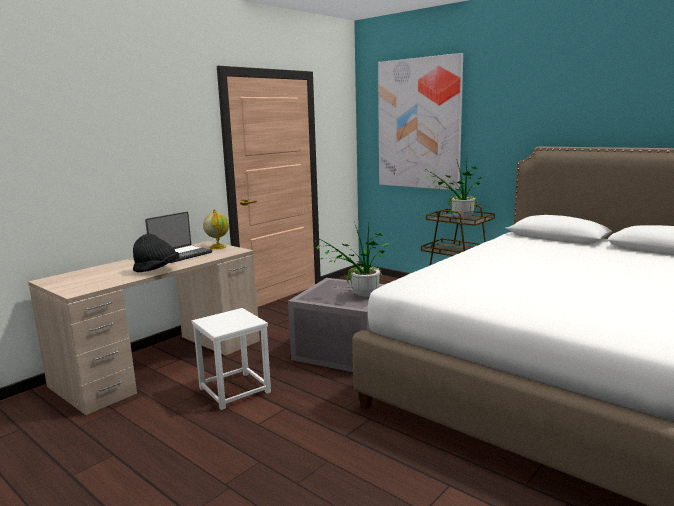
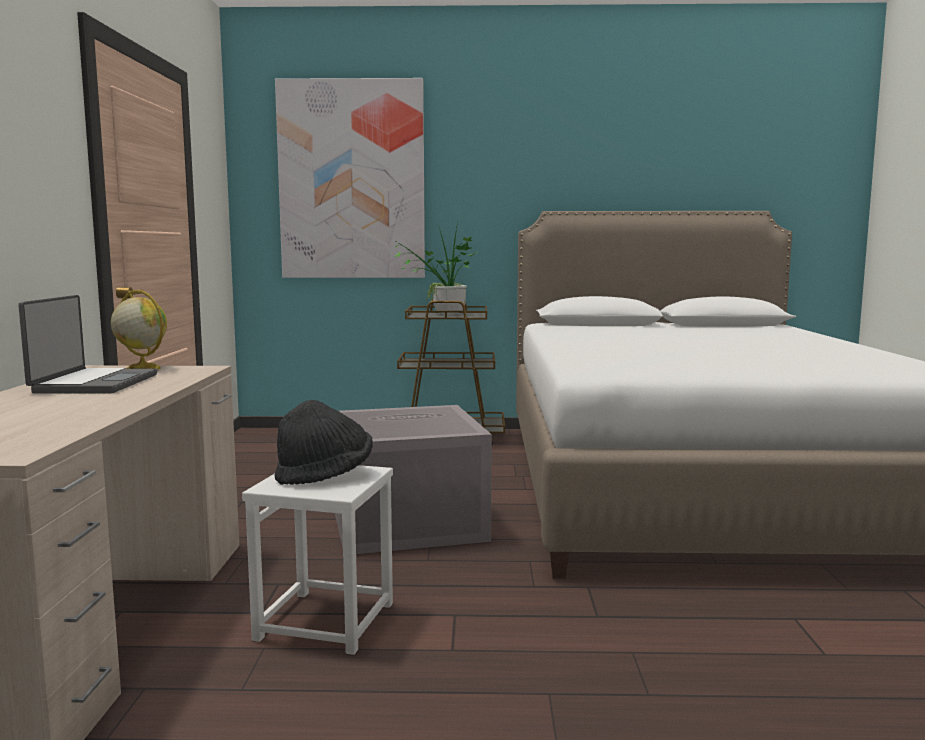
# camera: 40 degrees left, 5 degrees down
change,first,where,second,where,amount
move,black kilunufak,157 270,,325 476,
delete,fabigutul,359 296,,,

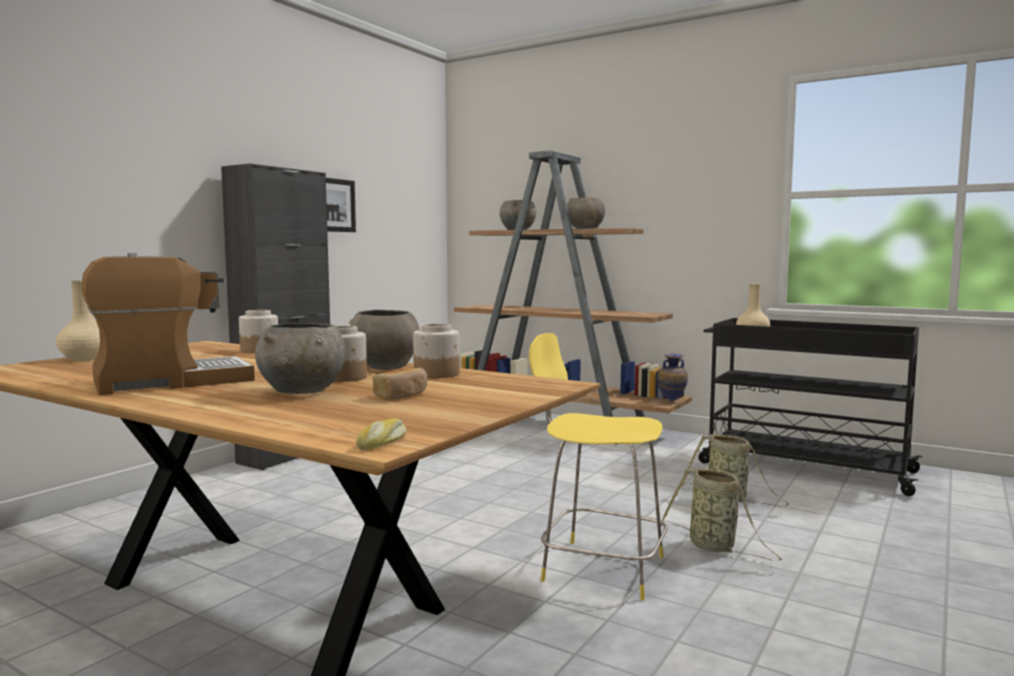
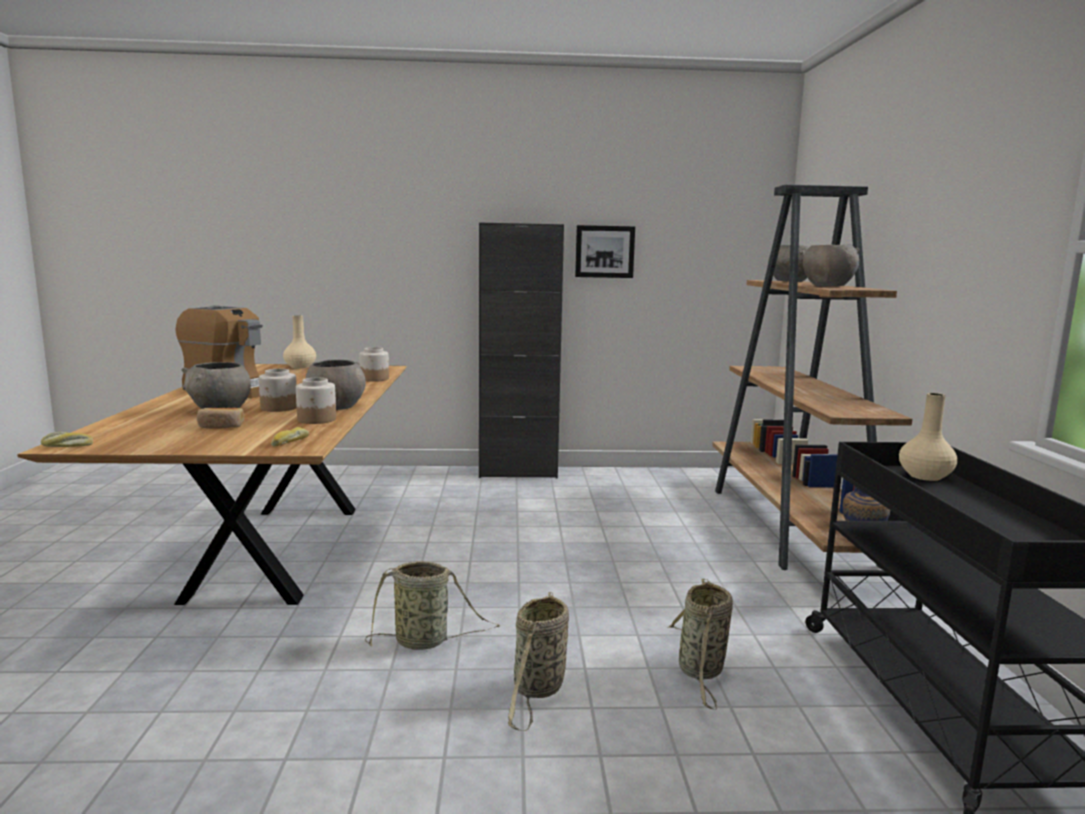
# camera: 55 degrees right, 5 degrees up
change,first,where,second,where,amount
insert,,,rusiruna,289 442,
replace,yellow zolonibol,598 567,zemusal,425 641,

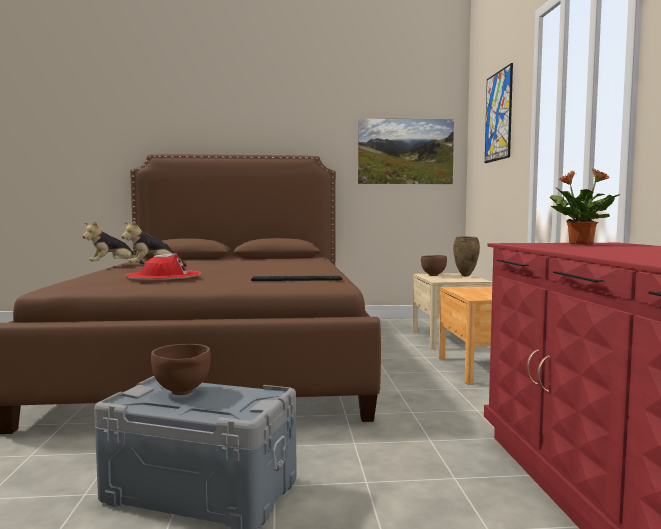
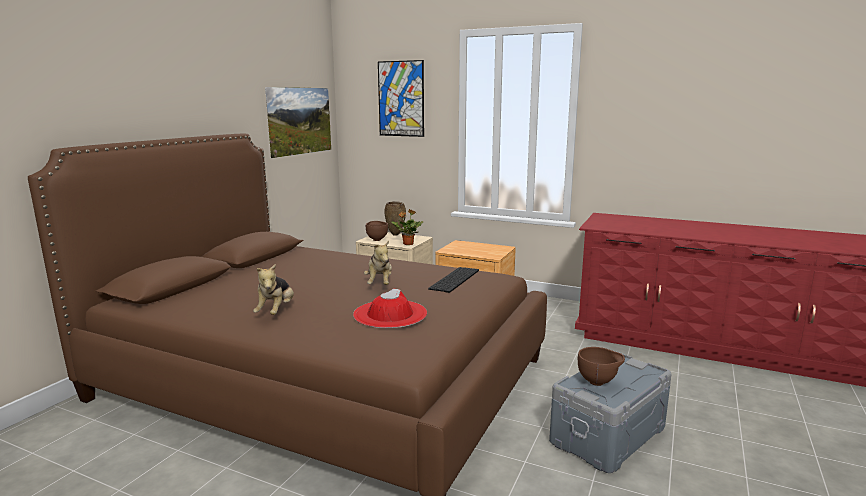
# camera: 60 degrees left, 10 degrees up
change,first,where,second,where,amount
move,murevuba,112 266,,380 284,
move,fabigutul,579 244,,407 244,

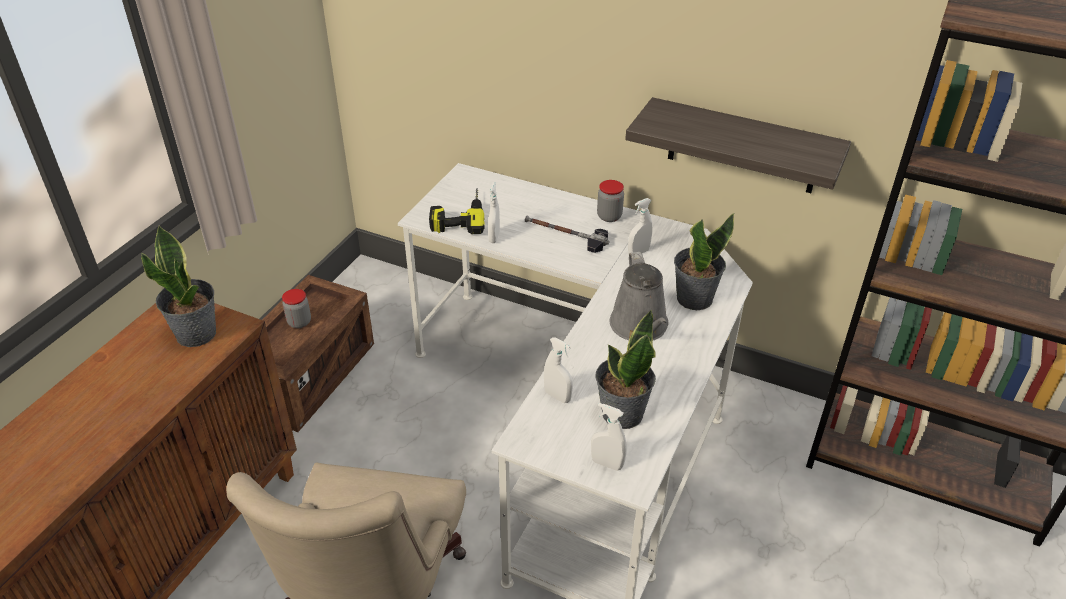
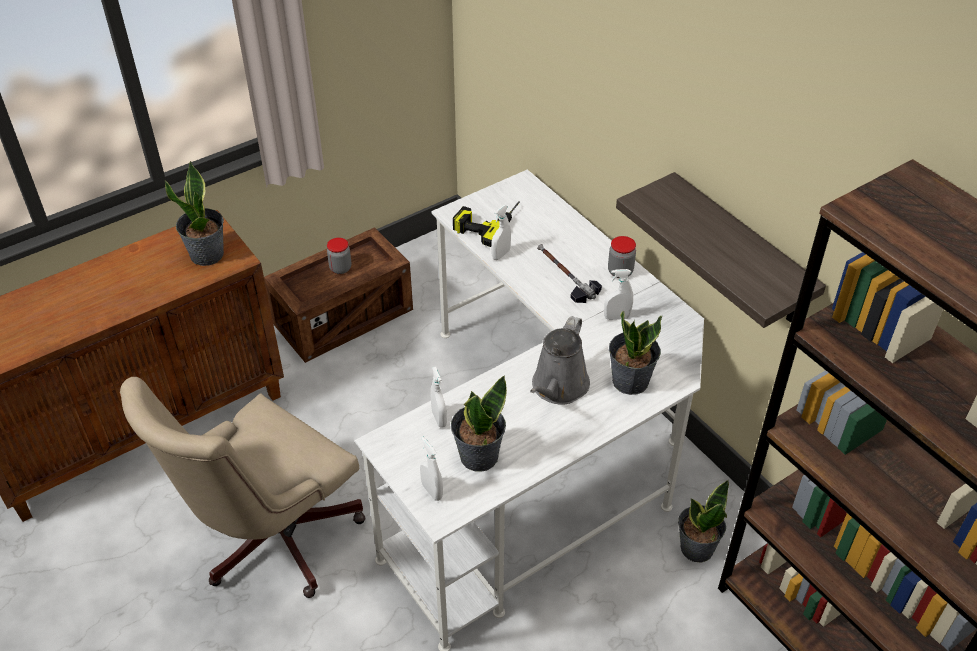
# camera: 30 degrees right, 5 degrees up
change,first,where,second,where,amount
insert,,,fabigutul,696 548,

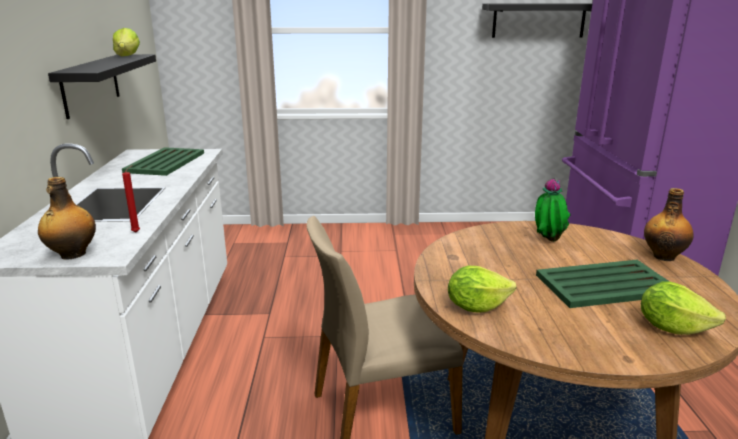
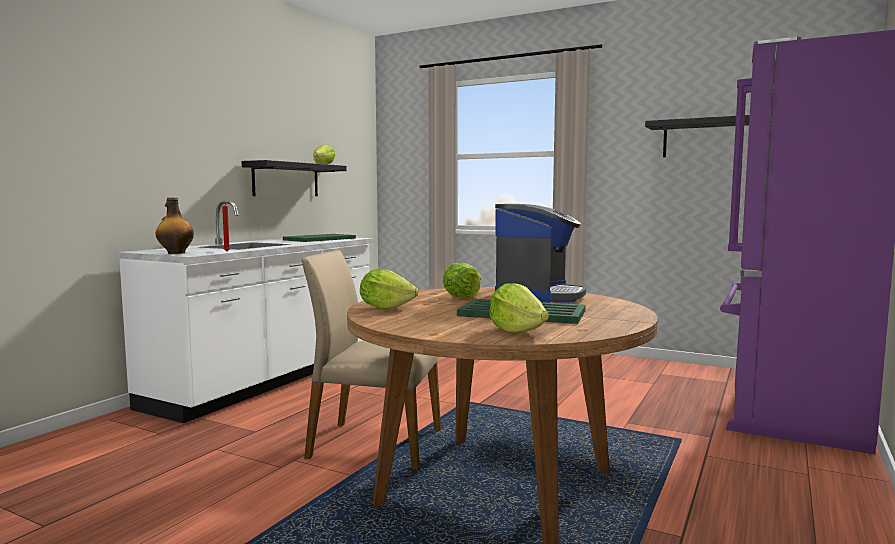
# camera: 30 degrees right, 15 degrees down
change,first,where,second,where,amount
insert,,,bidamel,462 297,
replace,fabigutul,547 240,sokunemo,538 296,
delete,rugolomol,663 256,,,

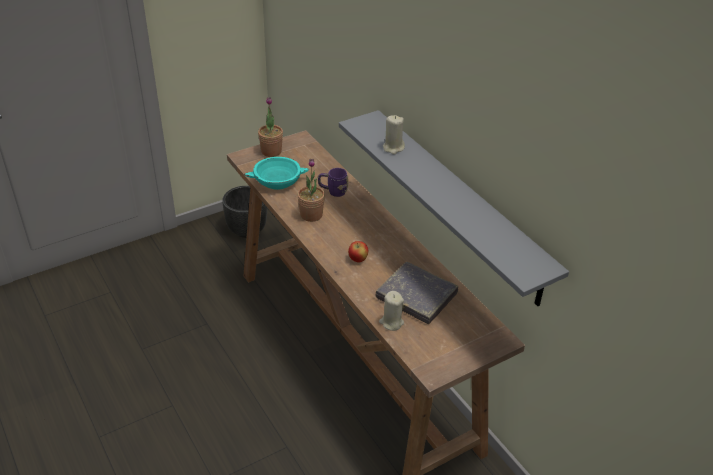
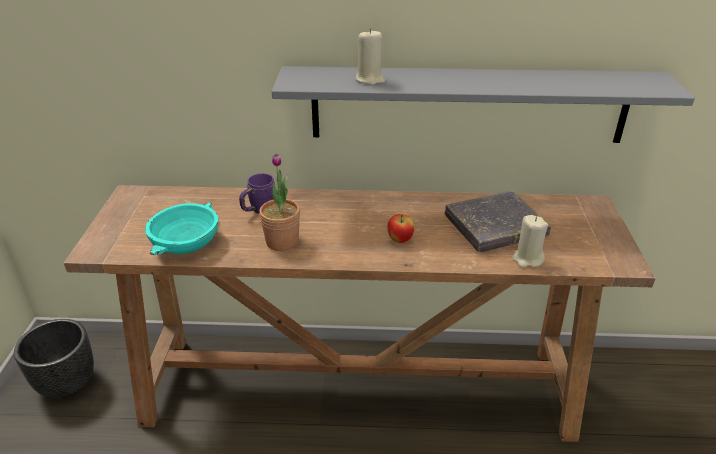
# camera: 55 degrees left, 5 degrees down
change,first,where,second,where,amount
delete,fabigutul,271 151,,,

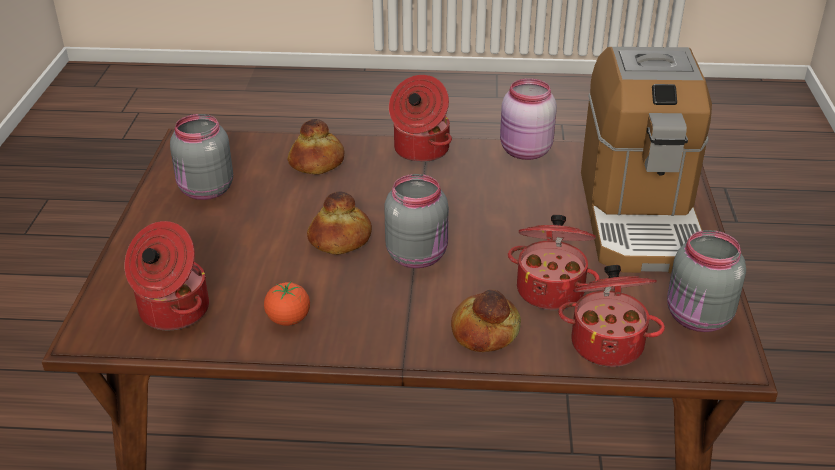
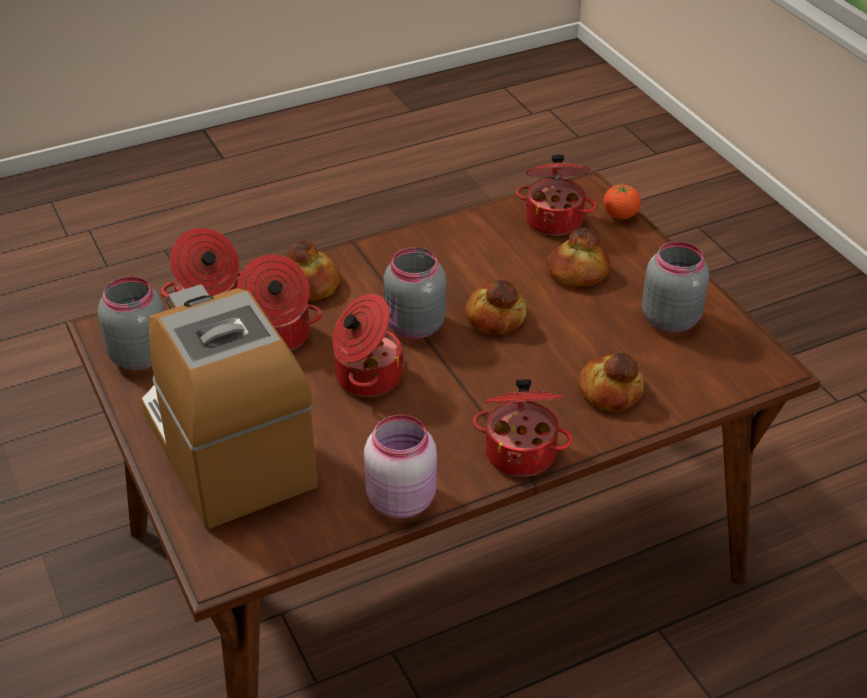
# camera: 150 degrees right, 5 degrees up
change,first,where,second,where,amount
insert,,,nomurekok,366 376,
insert,,,rusiruna,577 273,
move,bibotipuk,288 320,,620 216,

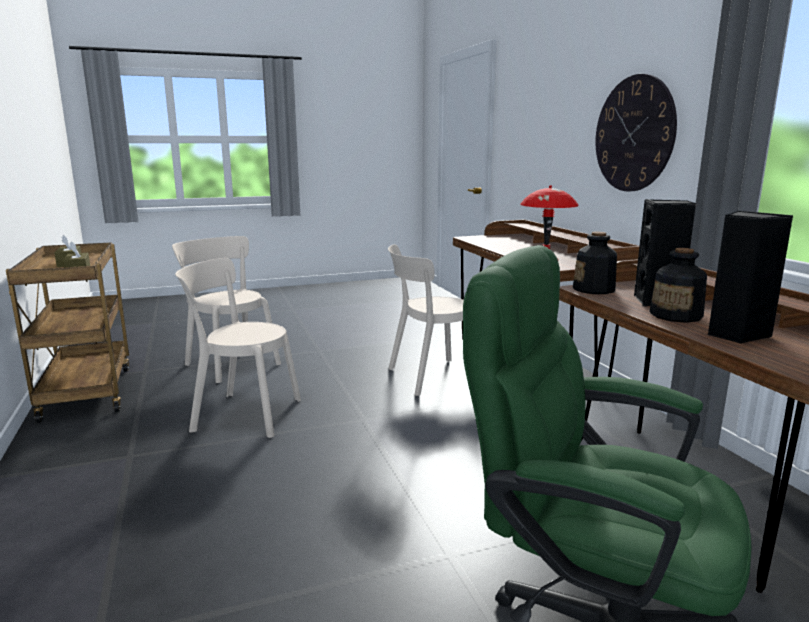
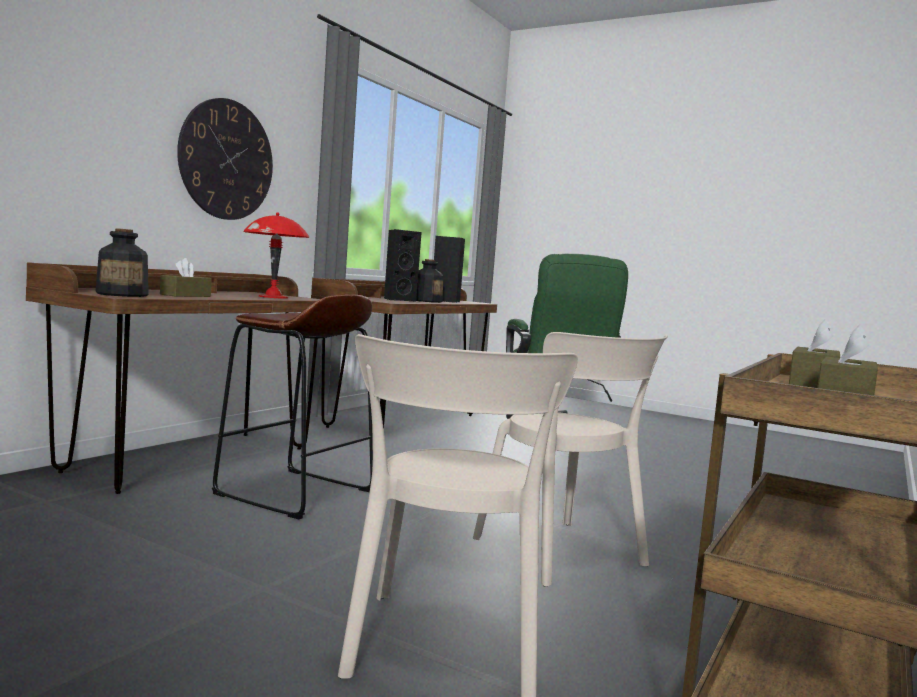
# camera: 130 degrees left, 10 degrees down
change,first,where,second,where,amount
move,rugolomol,594 289,,122 295,
insert,,,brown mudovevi,185 295,
replace,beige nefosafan,429 377,brown zolonibol,295 493,

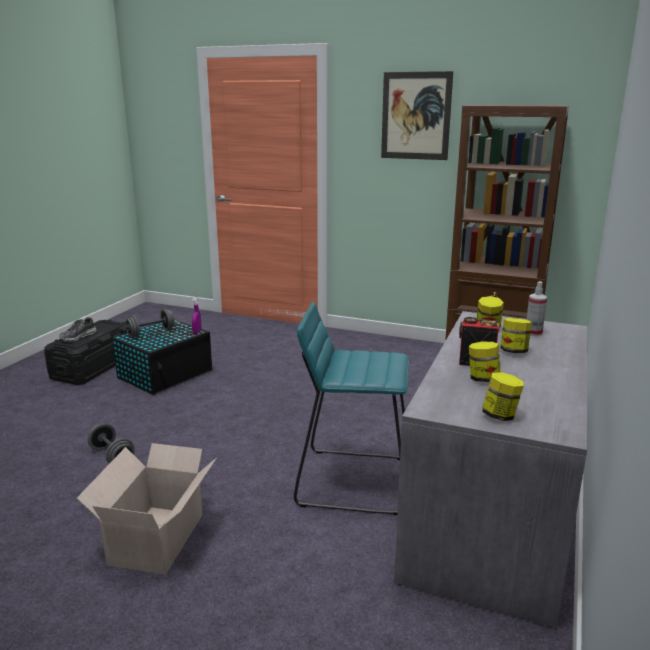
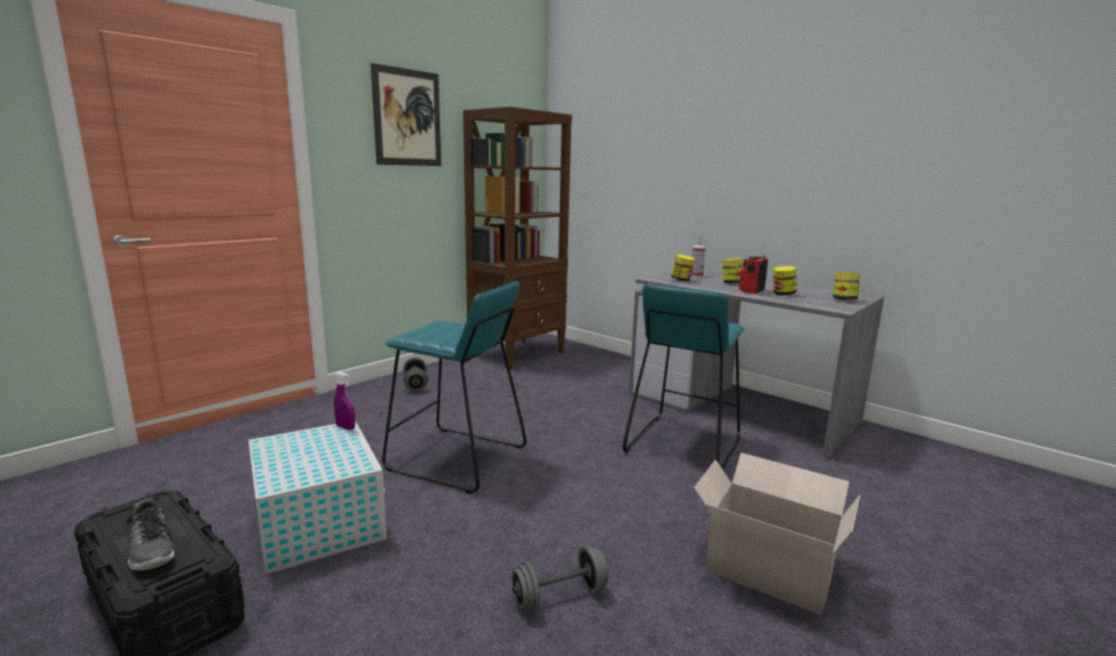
# camera: 70 degrees left, 5 degrees down
change,first,where,second,where,amount
recolor,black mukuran,166 374,white mukuran,319 520,
insert,,,turquoise zolonibol,456 459,
move,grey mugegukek,151 333,,415 384,

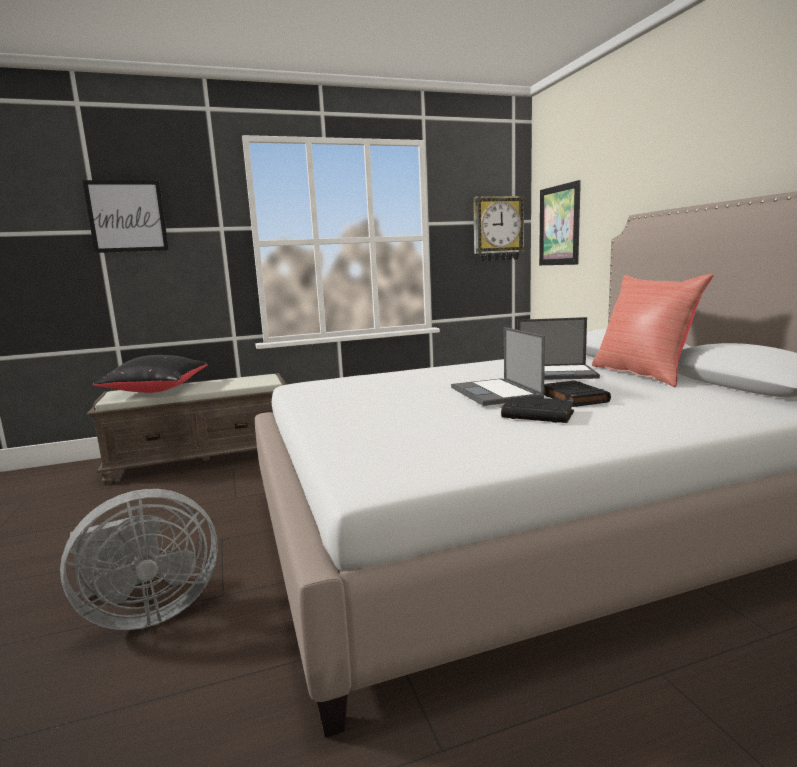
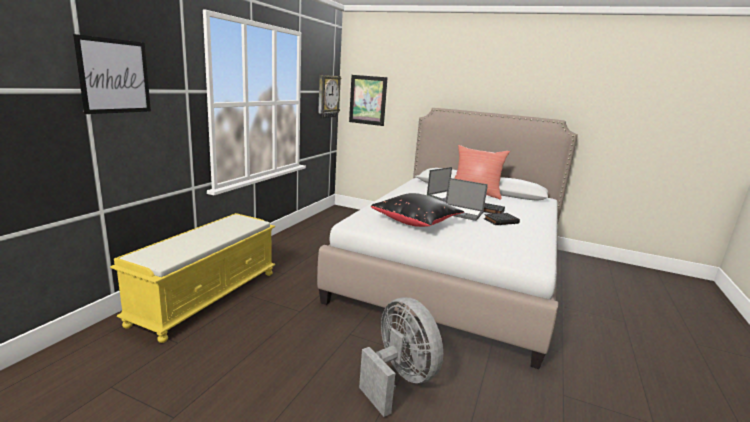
# camera: 50 degrees left, 5 degrees up
change,first,where,second,where,amount
recolor,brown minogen,205 459,yellow minogen,207 296,
rotate,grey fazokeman,147 612,,399 379,45 degrees counterclockwise
move,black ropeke,158 390,,416 222,

